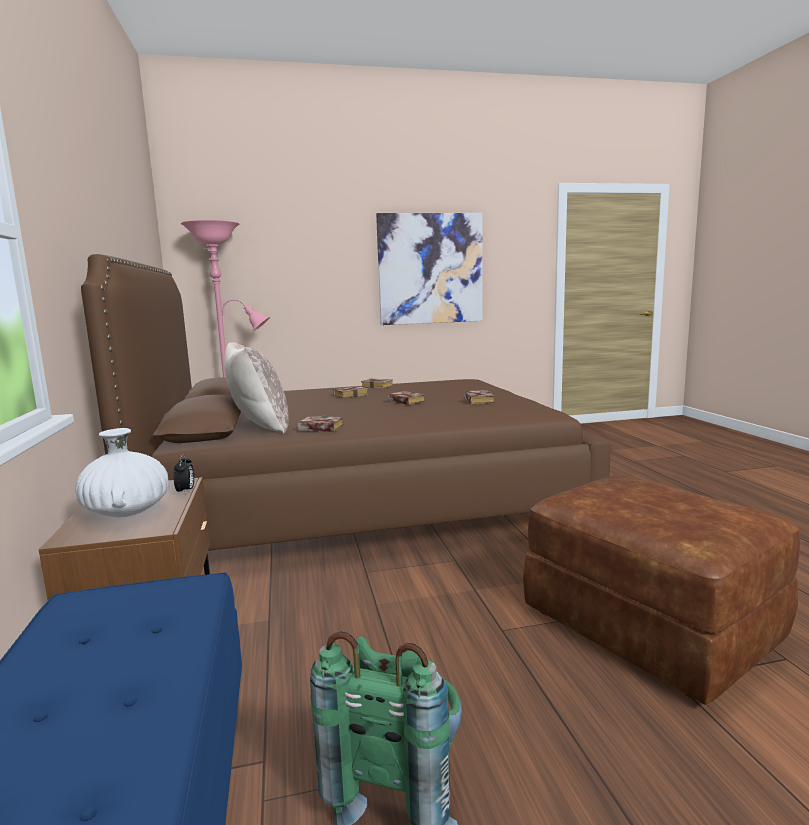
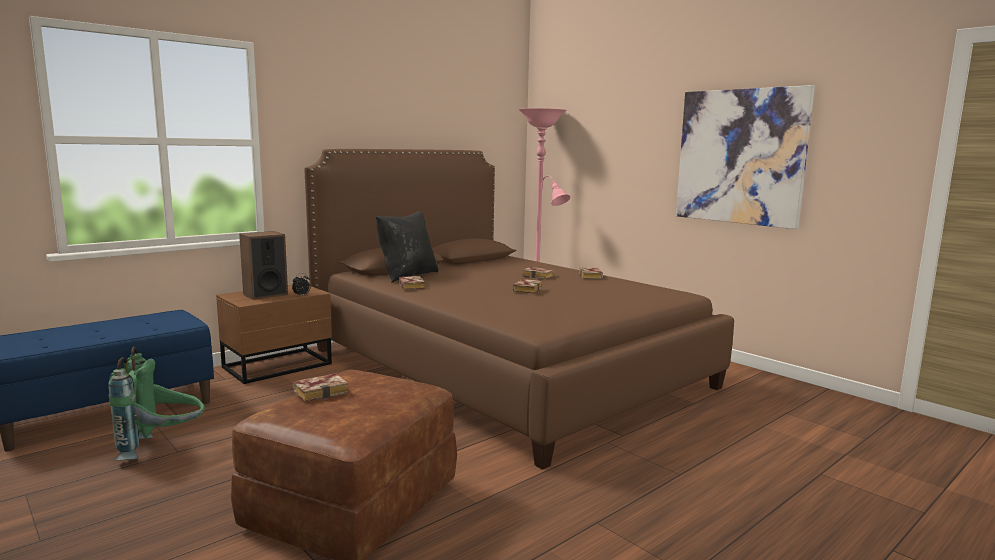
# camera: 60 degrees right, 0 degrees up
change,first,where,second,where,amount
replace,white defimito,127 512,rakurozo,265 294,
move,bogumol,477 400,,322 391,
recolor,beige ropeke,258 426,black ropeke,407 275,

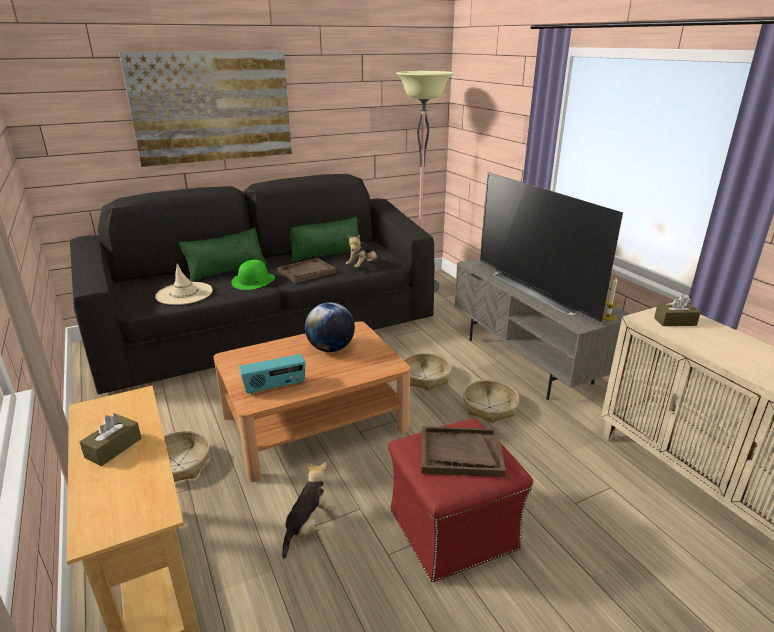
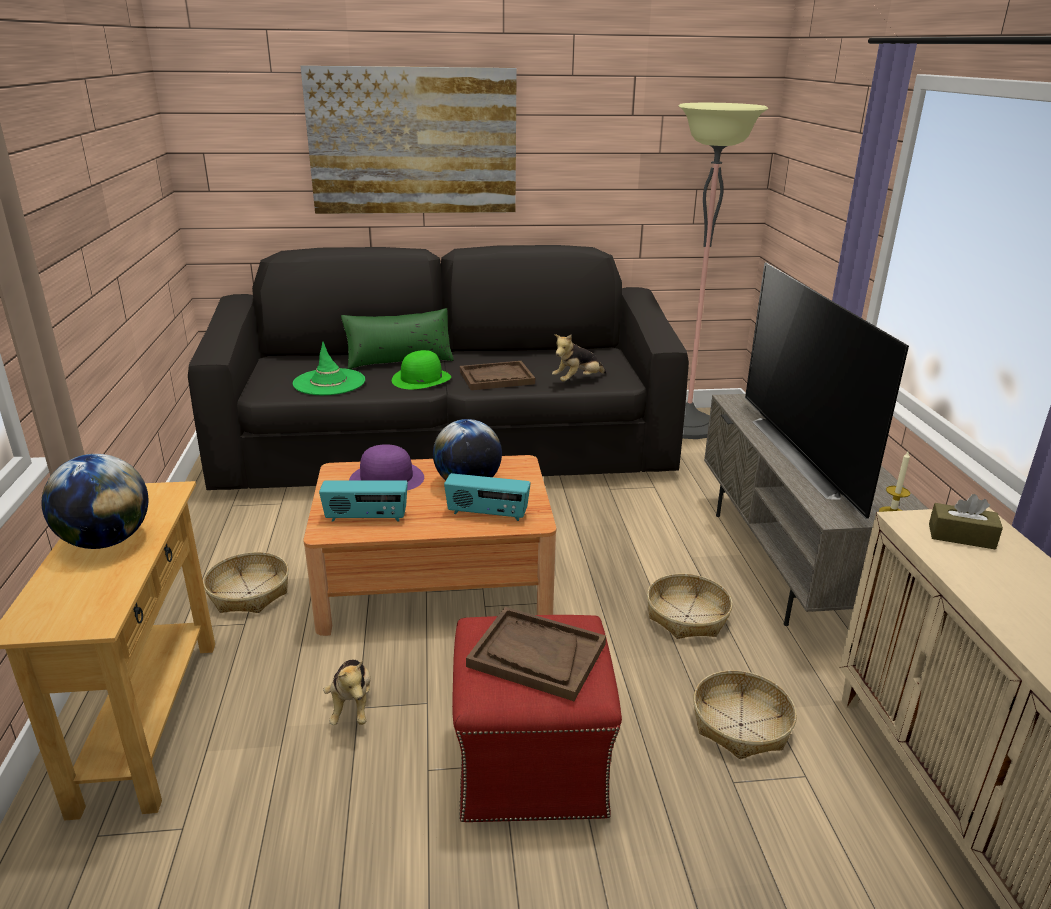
# camera: 20 degrees right, 0 degrees up
change,first,where,second,where,amount
replace,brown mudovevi,113 448,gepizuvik,106 541,
recolor,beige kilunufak,184 294,green kilunufak,329 382,
rotate,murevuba,308 526,,352 706,120 degrees clockwise
insert,,,purple kilunufak,387 478,
insert,,,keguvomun,487 514,
move,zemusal,425 378,,740 725,
delete,green ropeke,326 254,,,

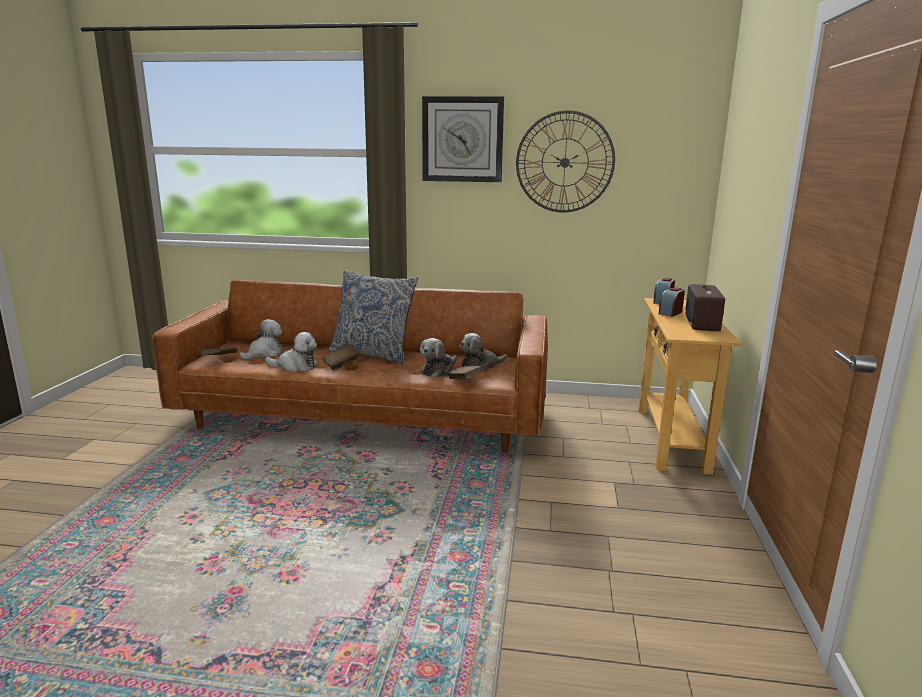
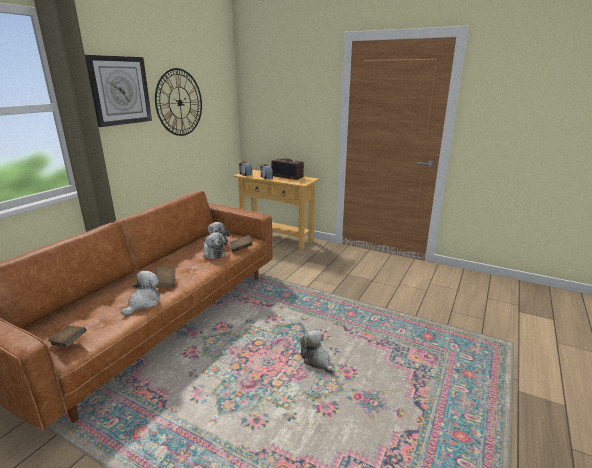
# camera: 70 degrees left, 5 degrees up
change,first,where,second,where,amount
move,murevuba,264 353,,317 361,
delete,ropeke,373 354,,,

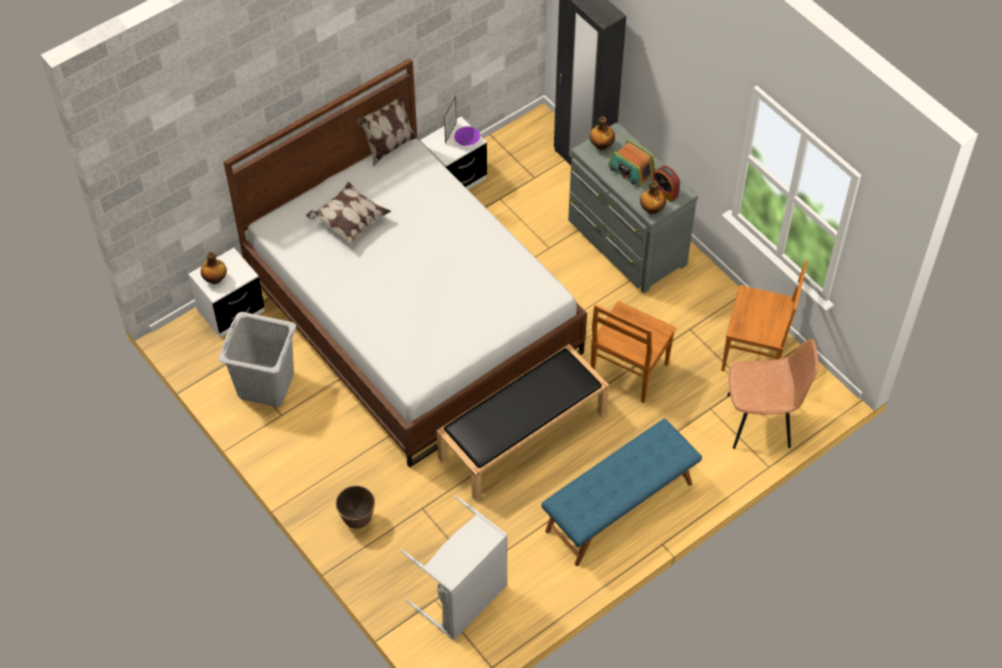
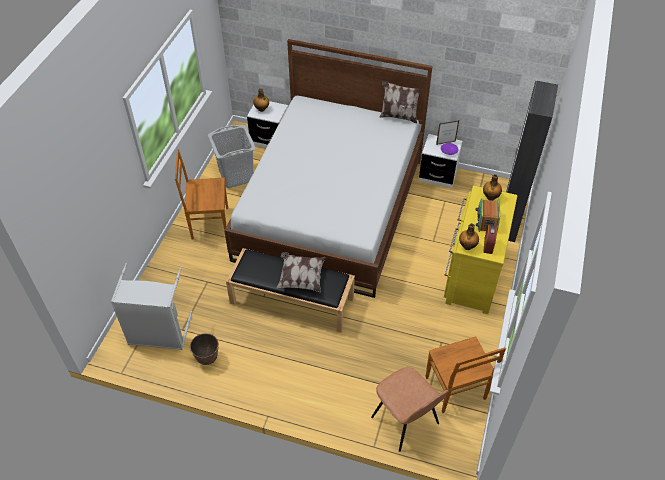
# camera: 55 degrees right, 5 degrees down
change,first,where,second,where,amount
move,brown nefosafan,628 372,,208 223,
move,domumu,357 520,,207 359,
move,ropeke,349 222,,301 278,
recolor,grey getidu,625 244,yellow getidu,471 274,
delete,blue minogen,619 507,,,

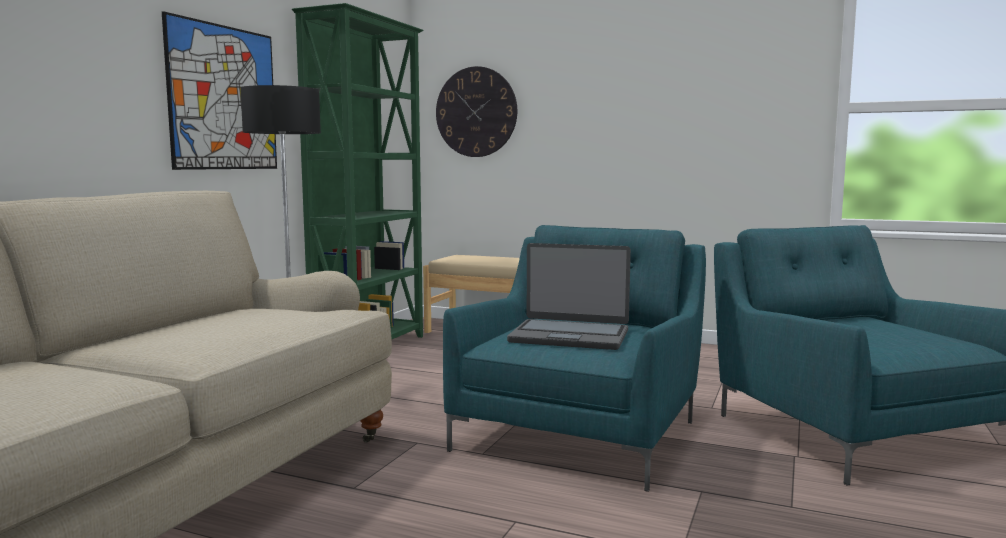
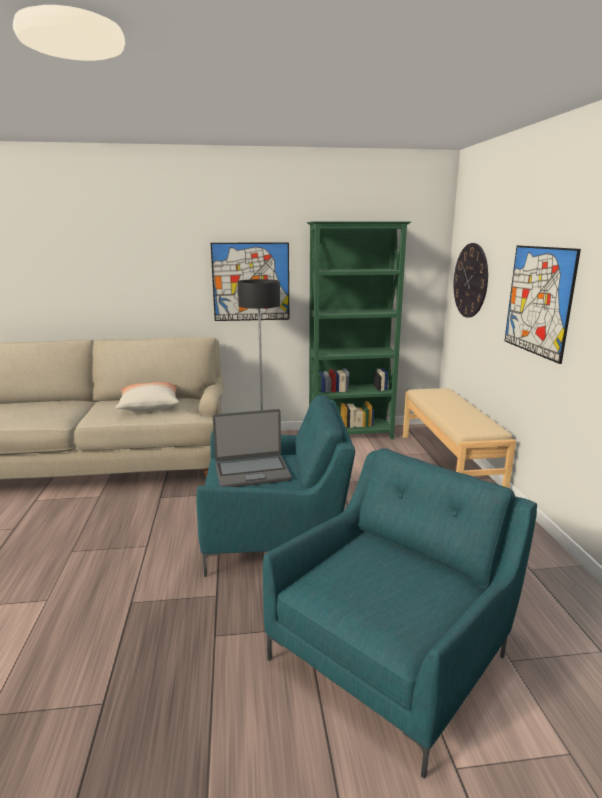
# camera: 60 degrees right, 10 degrees up
change,first,where,second,where,amount
insert,,,ropeke,149 406,
rotate,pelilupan,569 336,,252 472,90 degrees counterclockwise
insert,,,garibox,538 300,

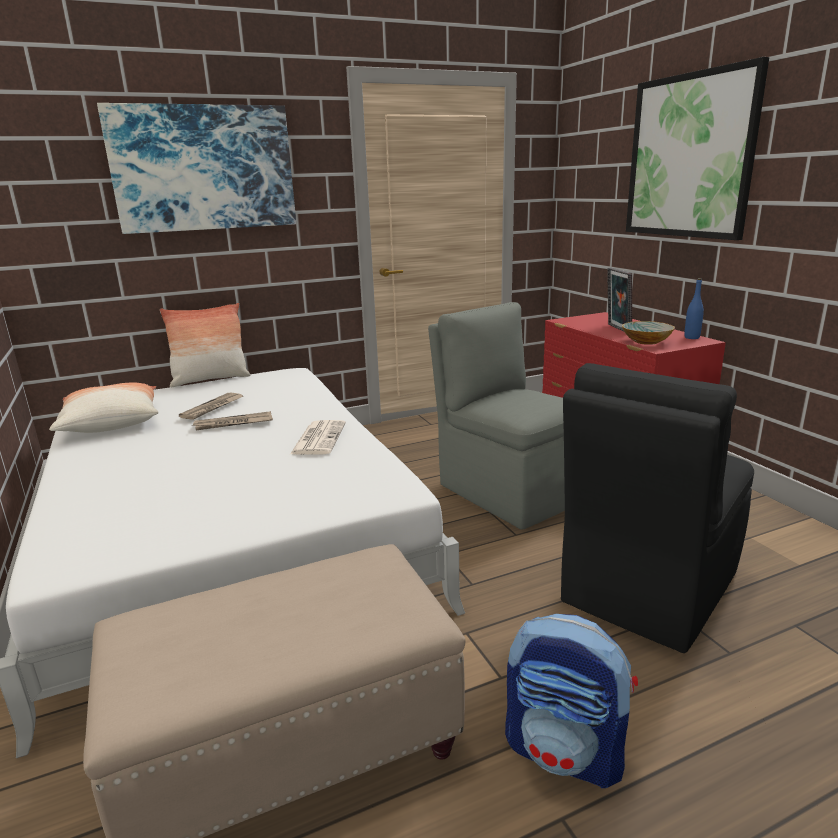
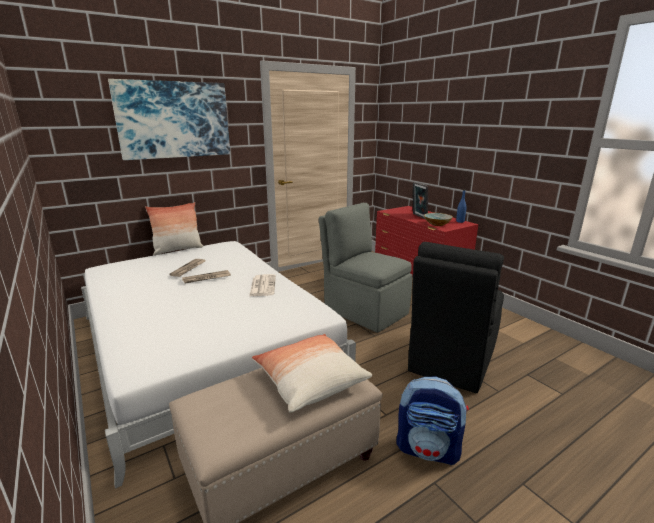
# camera: 10 degrees left, 0 degrees up
change,first,where,second,where,amount
move,ropeke,111 422,,309 381,
delete,garibox,689 156,,,

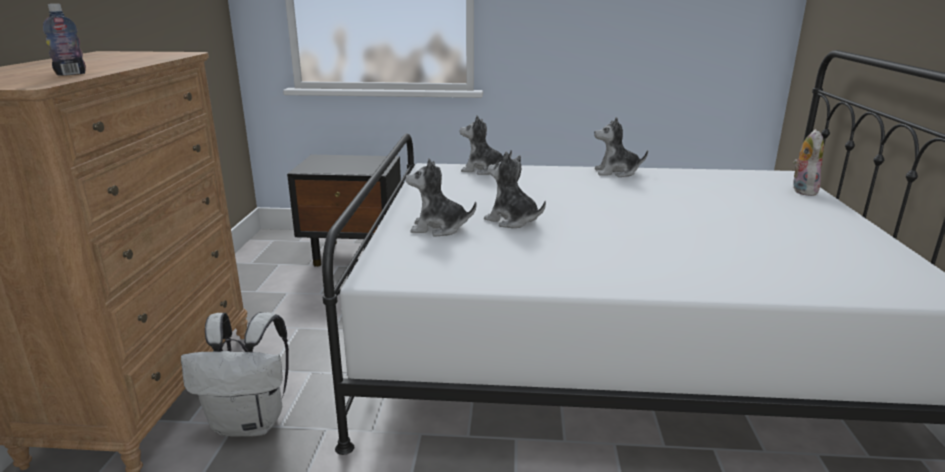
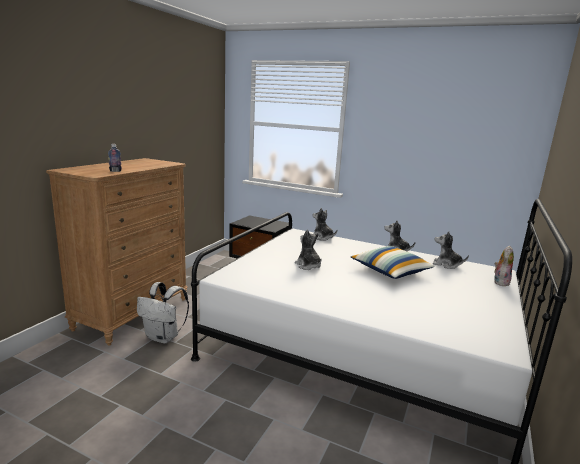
# camera: 20 degrees right, 5 degrees down
change,first,where,second,where,amount
insert,,,ropeke,390 271,
move,murevuba,438 228,,446 265,

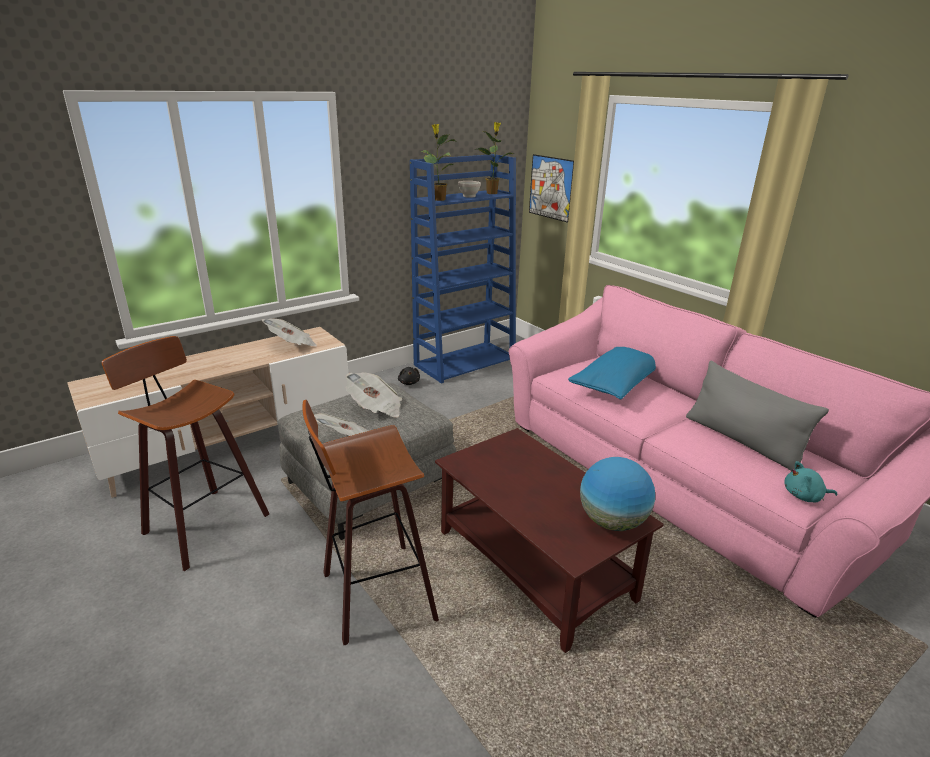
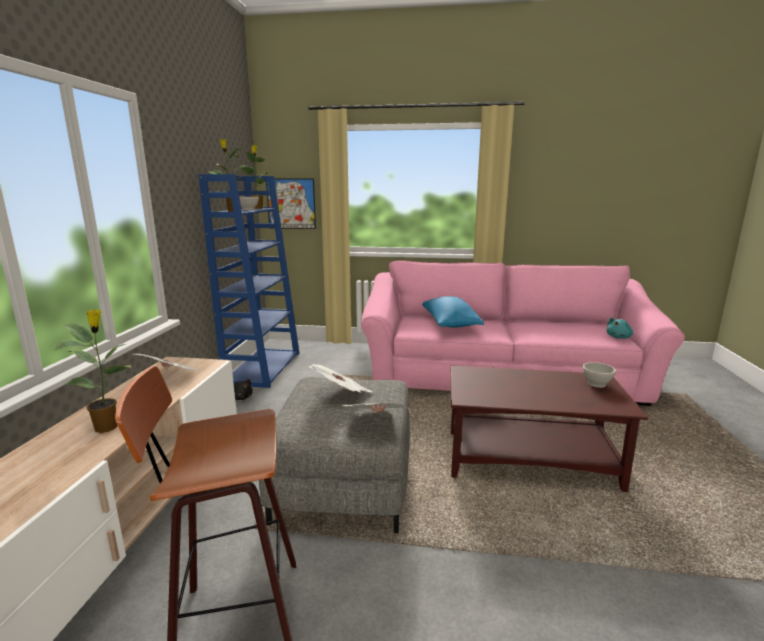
# camera: 45 degrees left, 10 degrees down
change,first,where,second,where,amount
insert,,,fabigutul,108 427,
replace,gepizuvik,612 522,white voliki,596 384,
delete,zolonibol,374 595,,,
delete,grey ropeke,742 441,,,

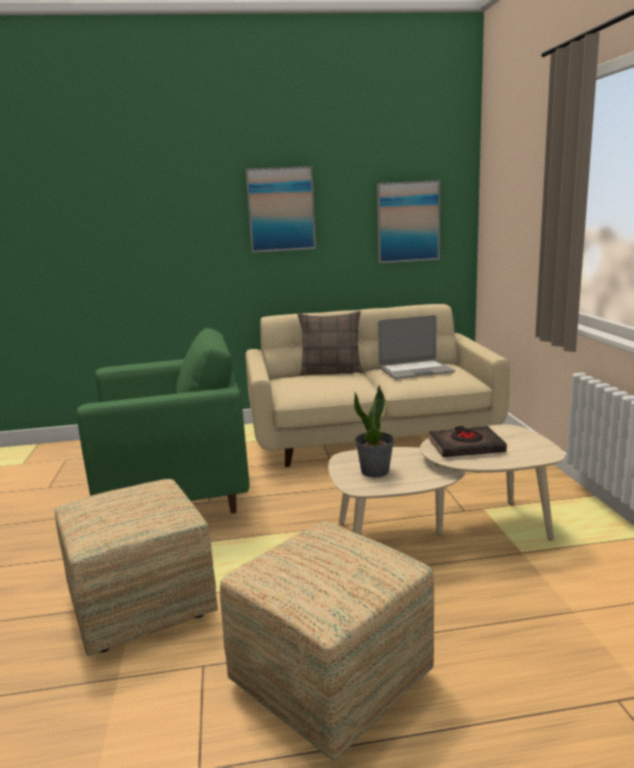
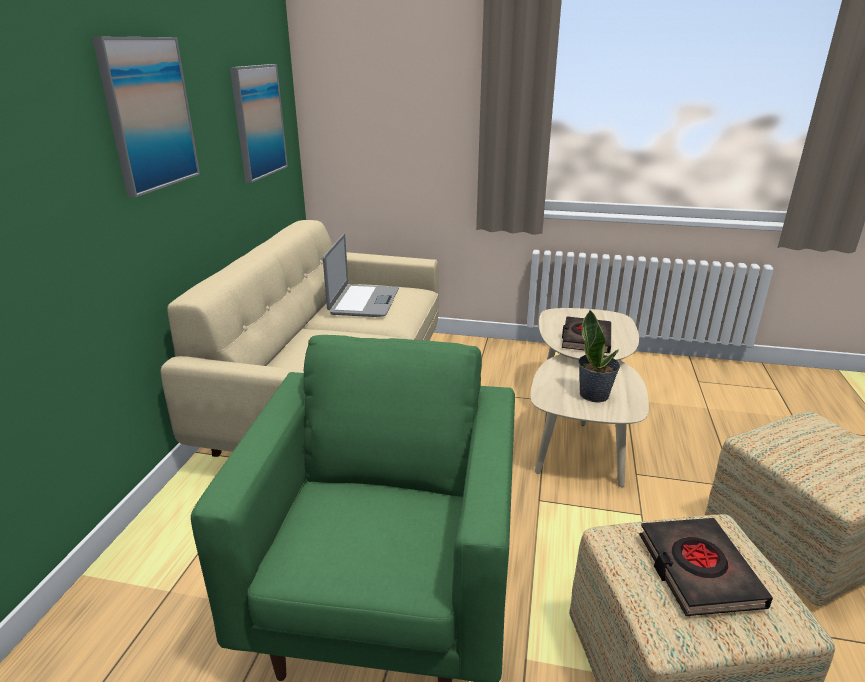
# camera: 70 degrees left, 10 degrees up
change,first,where,second,where,amount
insert,,,black bogumol,698 570,
delete,ropeke,331 372,,,

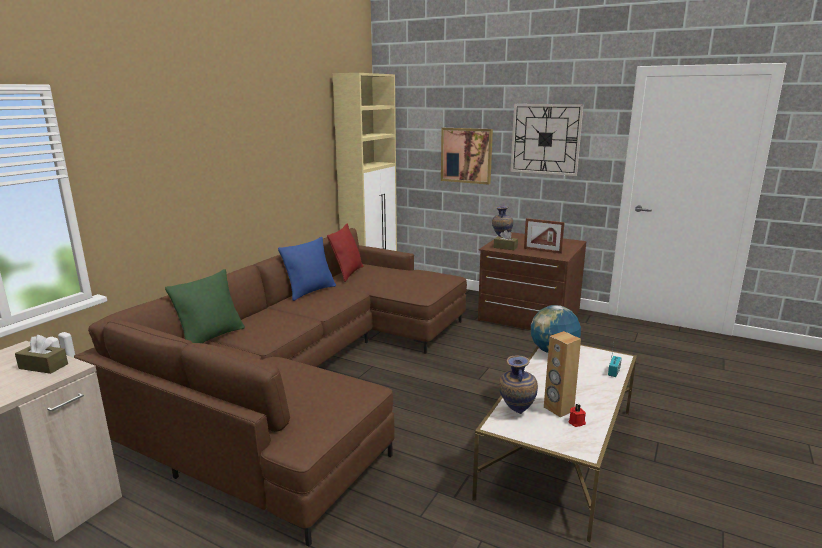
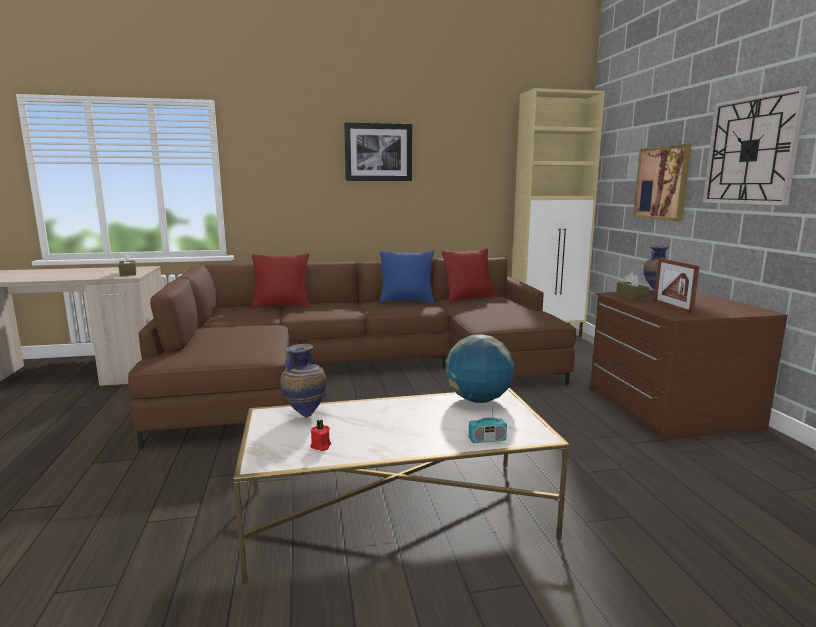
# camera: 50 degrees right, 5 degrees down
change,first,where,second,where,amount
recolor,green ropeke,211 337,red ropeke,281 306,
insert,,,garibox,378 152,
delete,brown rakurozo,558 409,,,

